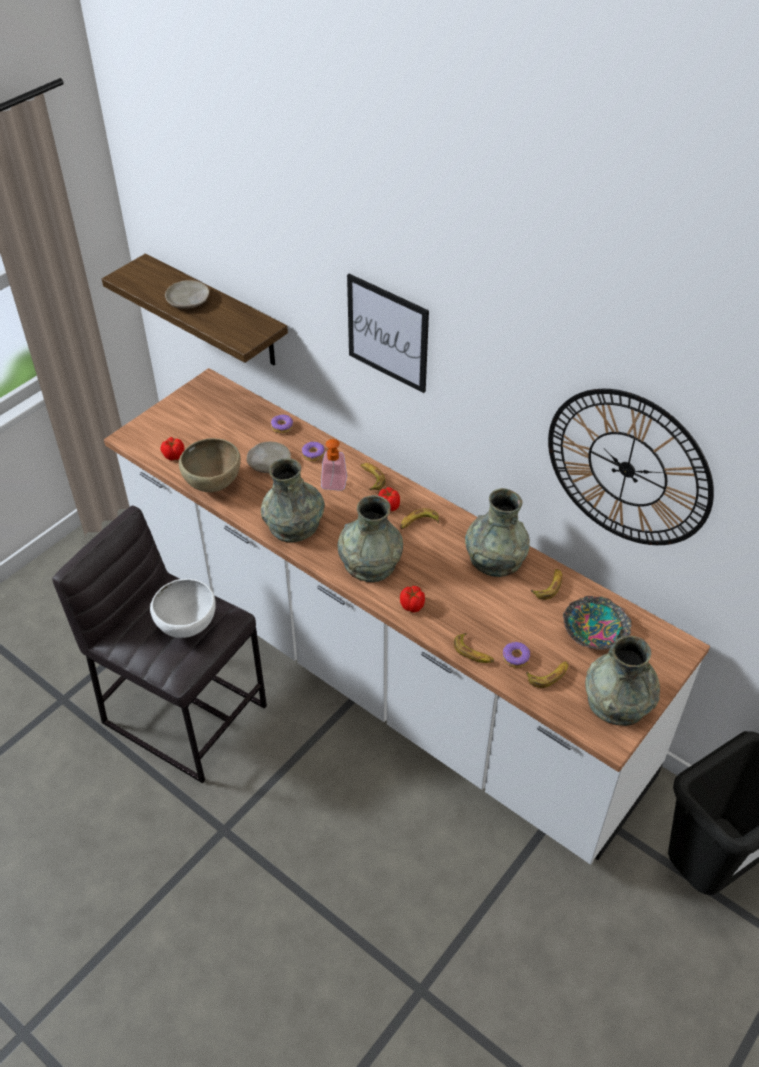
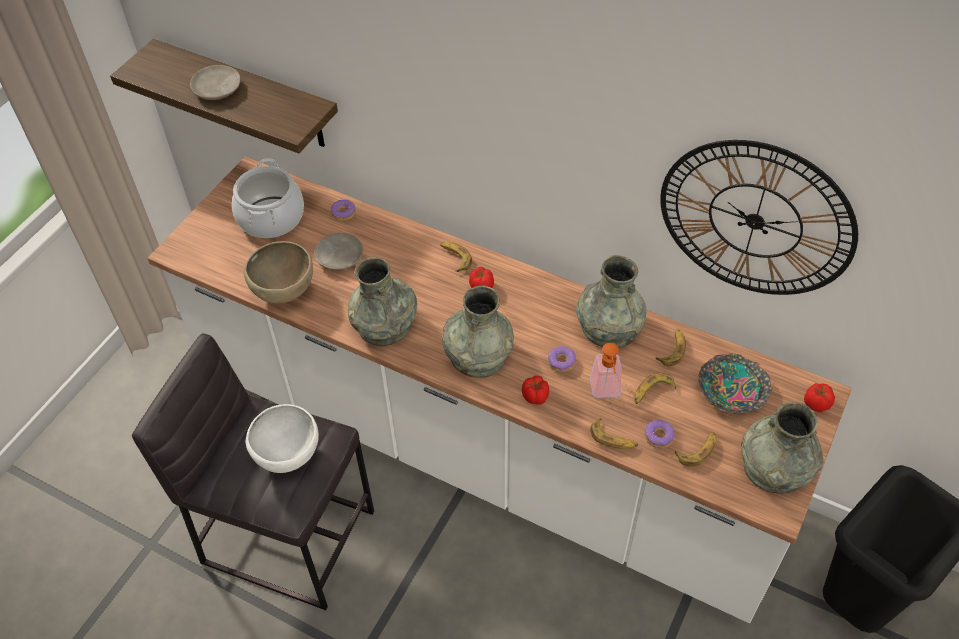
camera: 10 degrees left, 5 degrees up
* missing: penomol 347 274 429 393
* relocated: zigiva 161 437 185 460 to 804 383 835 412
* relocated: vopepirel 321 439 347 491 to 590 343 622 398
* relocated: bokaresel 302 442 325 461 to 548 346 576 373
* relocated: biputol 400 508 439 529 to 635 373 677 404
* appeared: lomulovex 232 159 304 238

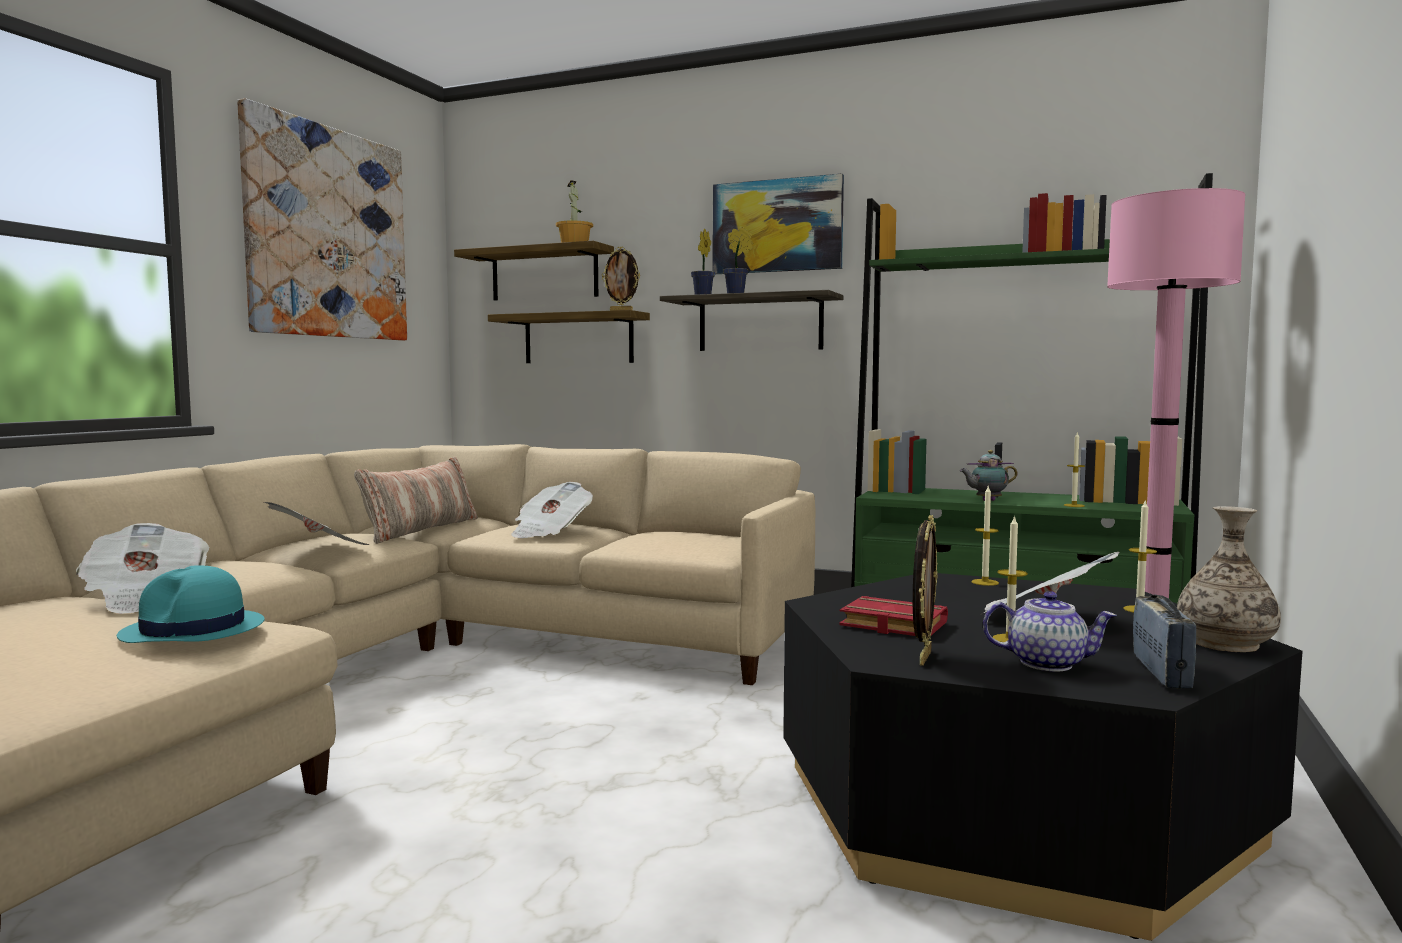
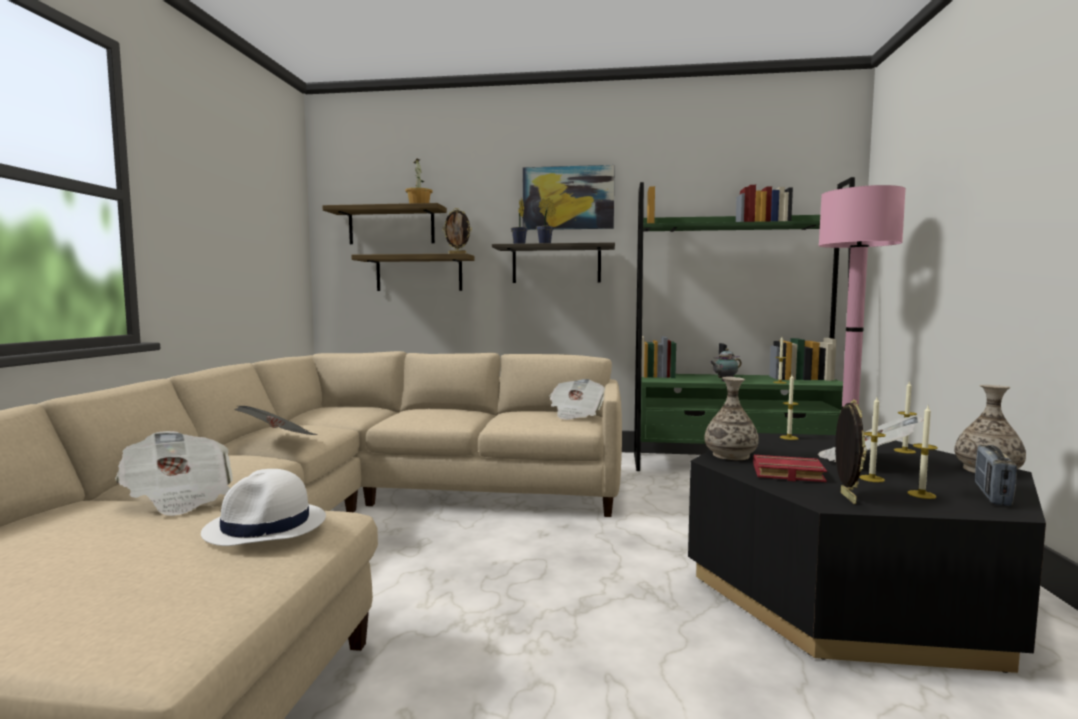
camera: 15 degrees left, 0 degrees up
* missing: penomol 238 98 407 340
* missing: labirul 354 457 478 544
* relocated: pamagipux 511 482 593 538 to 549 379 605 420
* colour: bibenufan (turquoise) 117 565 264 643 to bibenufan (white) 201 469 326 546
* exchanged: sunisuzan 983 591 1117 671 to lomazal 908 406 938 499
* spun: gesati 1133 595 1196 689 = 975 445 1017 506 150 degrees counterclockwise
* appeared: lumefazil 705 377 759 460

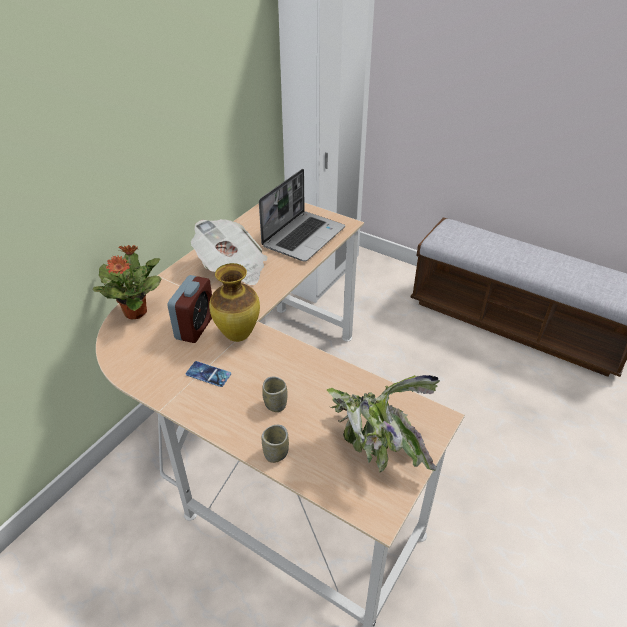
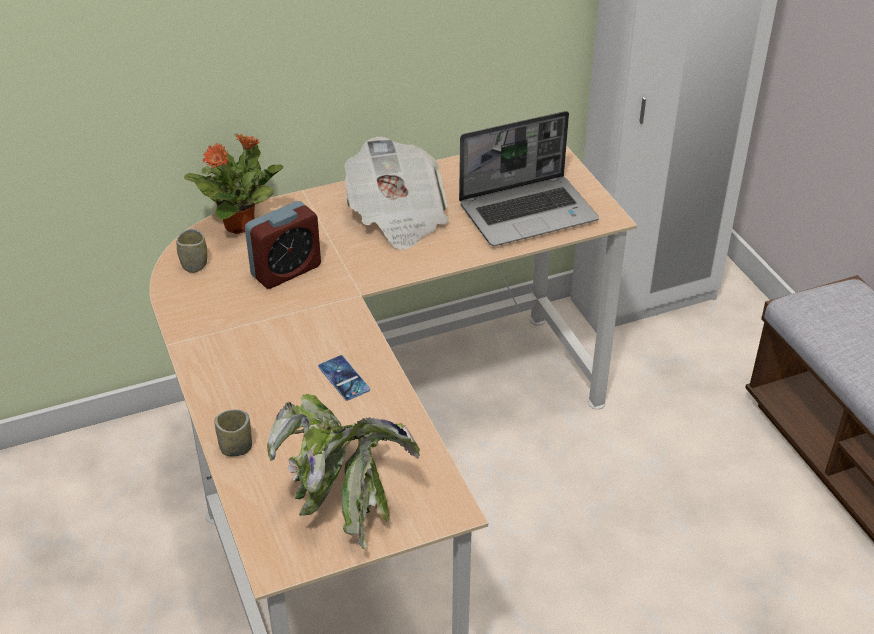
camera: 35 degrees right, 0 degrees up
* missing: lumefazil 209 263 260 342
* relocated: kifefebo 185 361 231 387 to 318 355 370 401
* relocated: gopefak 262 377 288 412 to 177 229 207 273

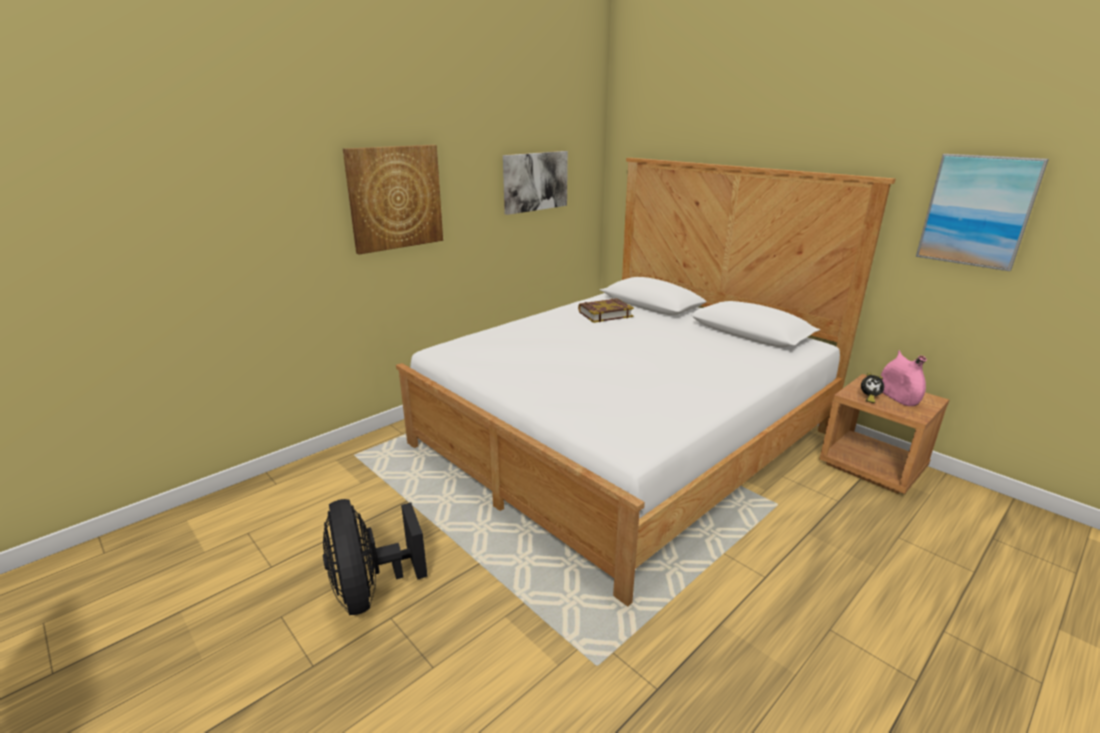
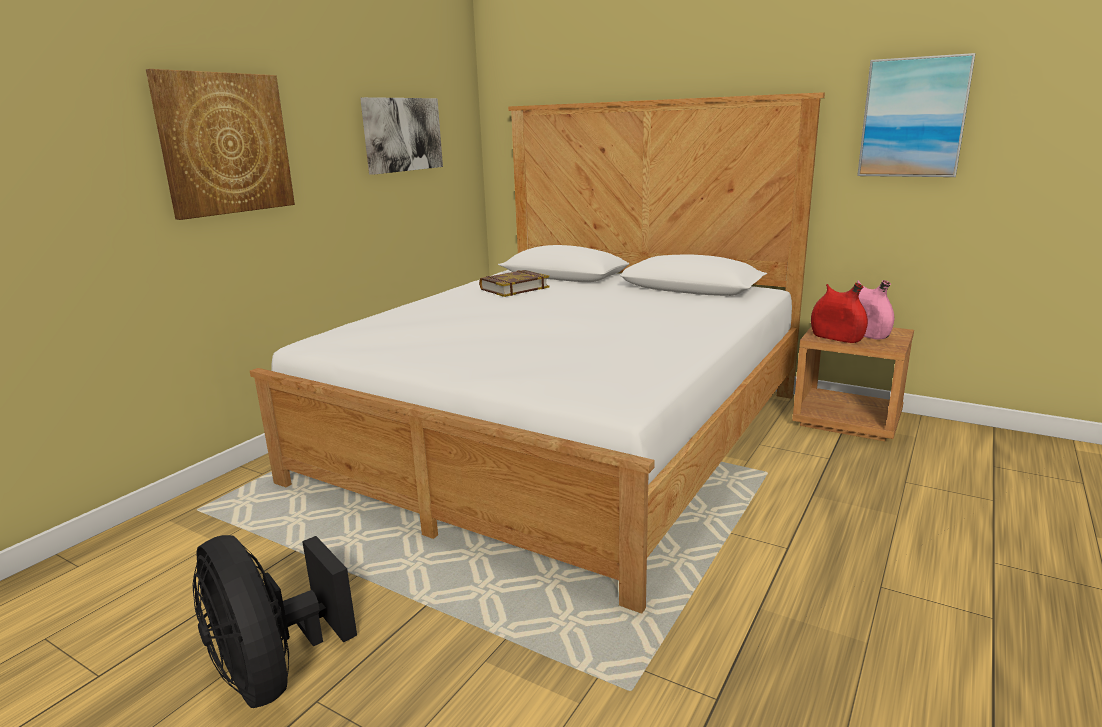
camera: 15 degrees left, 5 degrees down
* exchanged: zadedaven 861 372 884 403 to lumefazil (red) 811 283 868 343

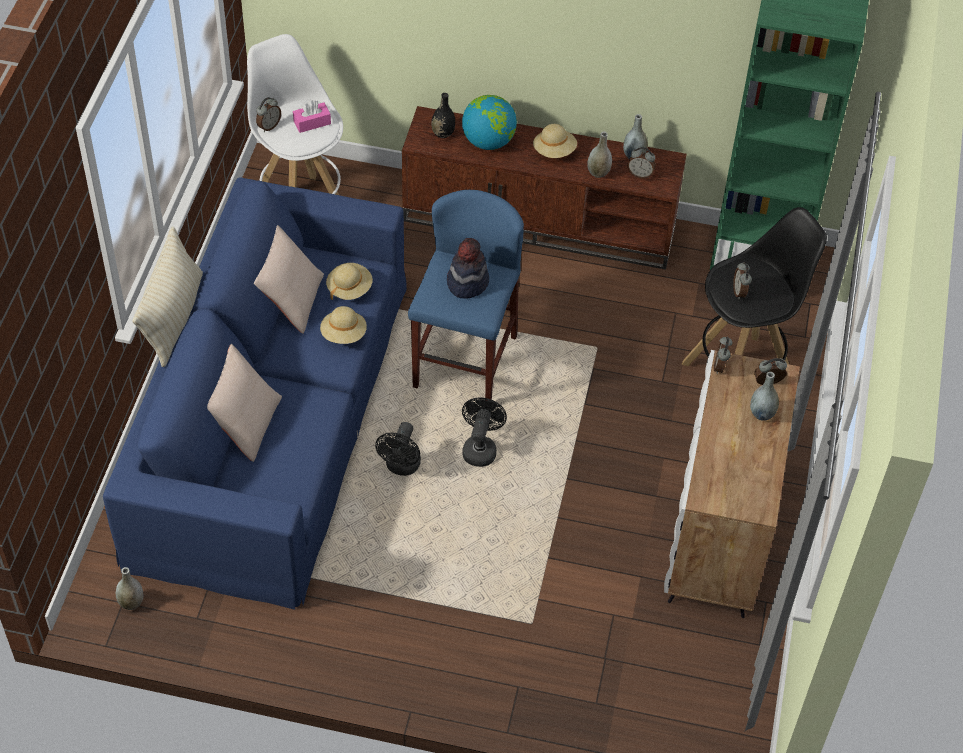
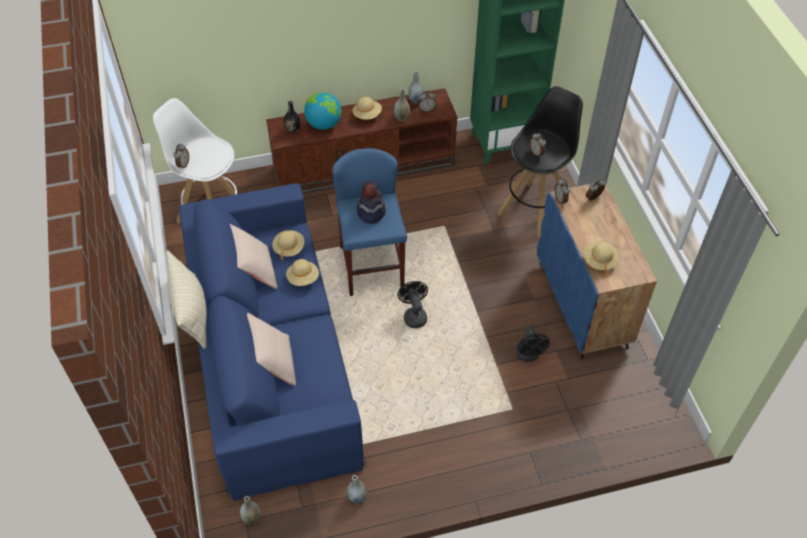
camera: 25 degrees left, 0 degrees up
* missing: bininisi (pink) 293 101 331 133
* colour: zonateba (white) 664 350 800 618 to zonateba (blue) 537 184 657 359
* relocated: lumefazil (grey) 750 372 779 421 to 347 475 367 503
* relocated: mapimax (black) 375 422 421 476 to 515 325 550 362
* appeared: bibenufan (beige) 583 241 619 275

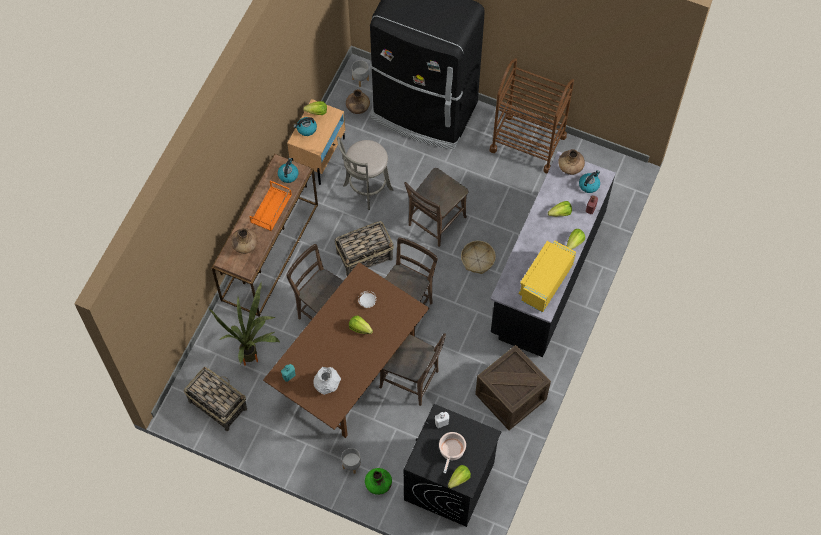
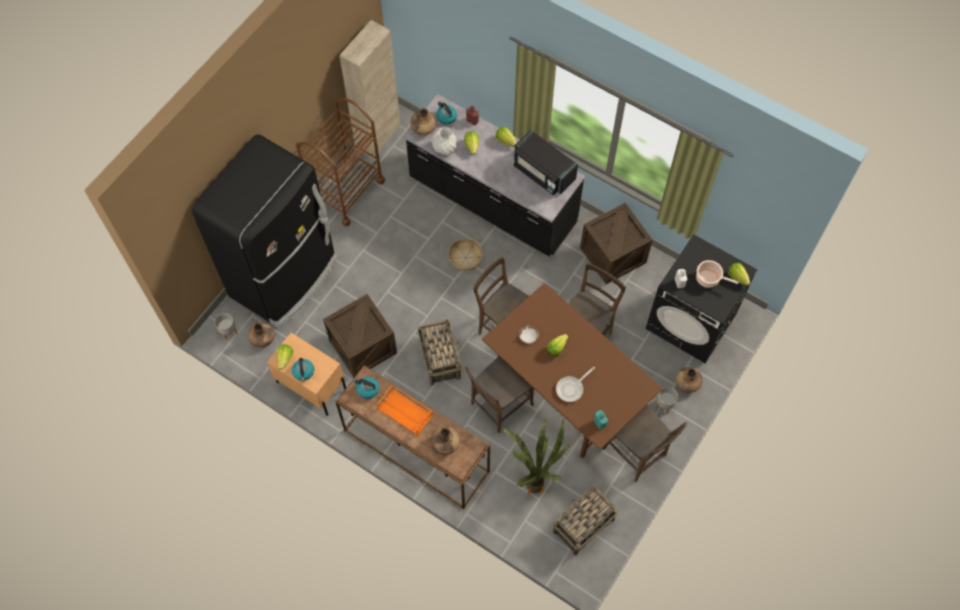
camera: 80 degrees left, 0 degrees up
* exchanged: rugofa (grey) 337 137 393 210 to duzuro 323 294 397 377
* relocated: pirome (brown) 404 168 468 247 to 602 404 687 482
* colour: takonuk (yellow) 518 240 576 313 to takonuk (black) 514 130 578 196
* relocated: lumefazil (white) 314 367 341 395 to 432 127 457 155
* colour: lumefazil (green) 365 468 392 495 to lumefazil (brown) 676 367 703 392
* appeared: zonateba (beige) 339 20 401 159
* appeared: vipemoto 556 367 595 402

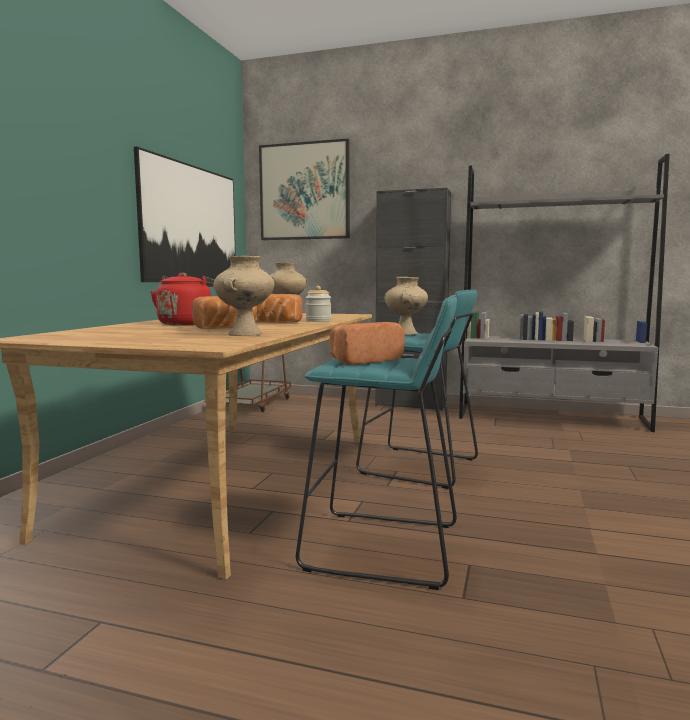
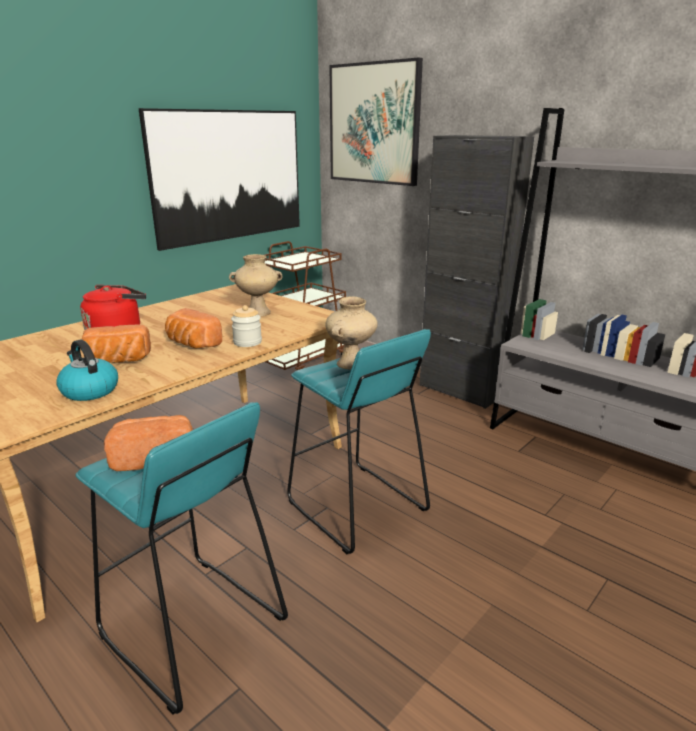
camera: 25 degrees right, 15 degrees up
* exchanged: lumefazil (beige) 213 256 274 336 to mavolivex 56 340 118 401

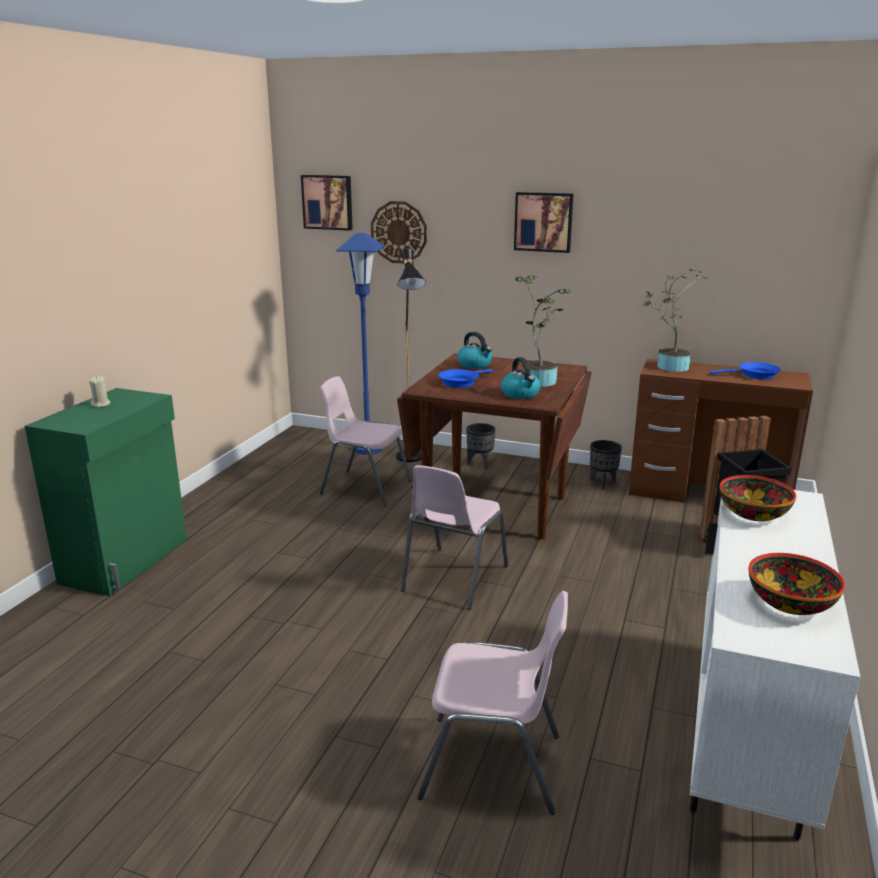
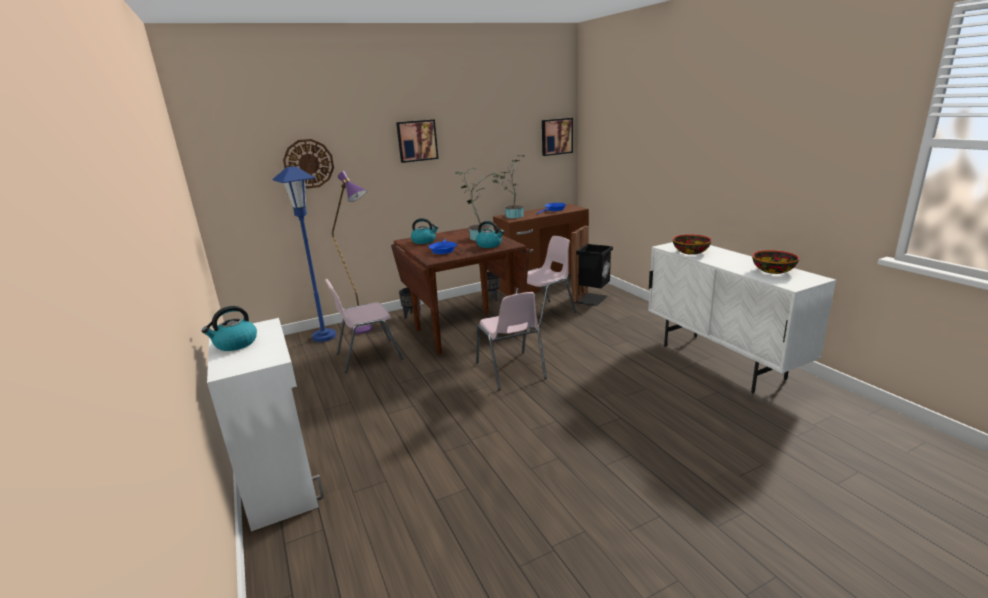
camera: 45 degrees left, 0 degrees up
* relocated: penomol 301 175 353 231 to 542 118 573 156
* colour: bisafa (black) 396 248 426 462 to bisafa (purple) 332 171 373 334
* exchanged: lomazal (beige) 89 376 111 407 to mavolivex 201 306 257 351
* colour: zonateba (green) 25 388 187 596 to zonateba (white) 207 318 324 531
* relocated: pirome (pink) 417 591 568 815 to 516 236 576 326

